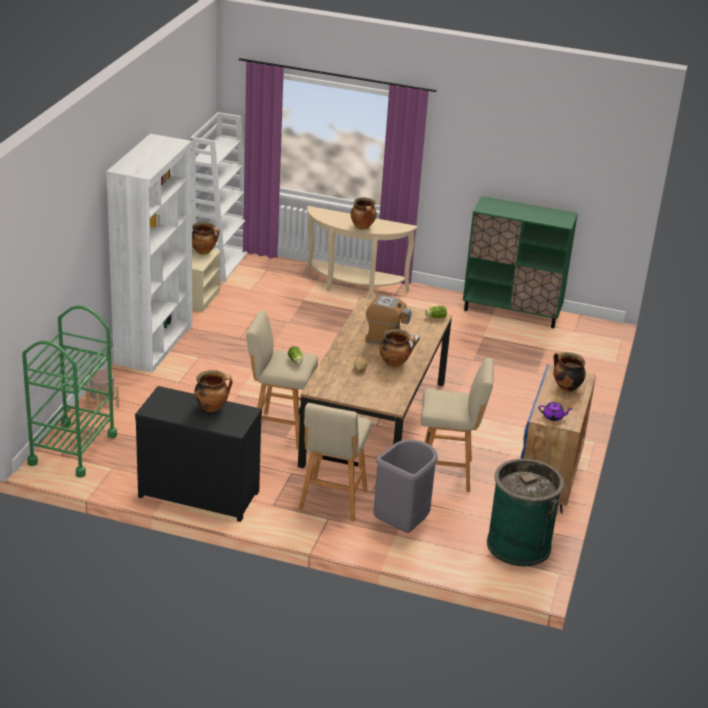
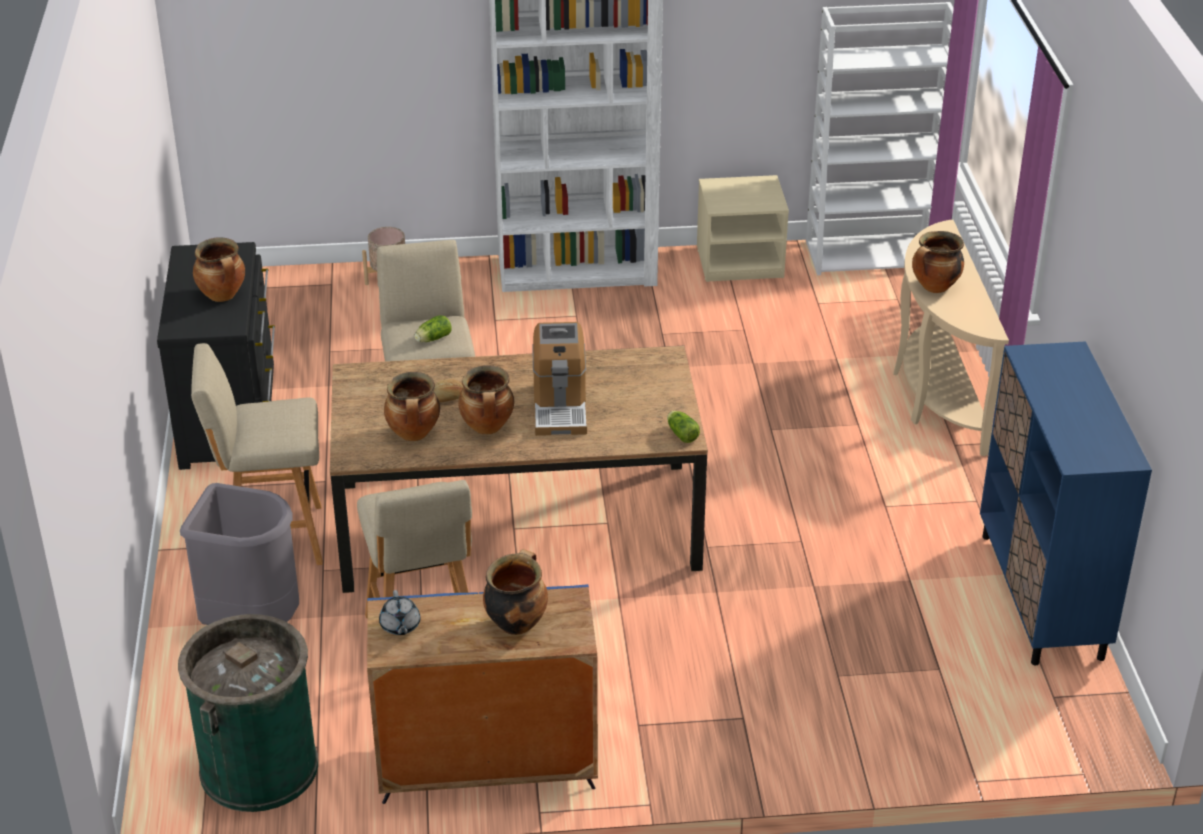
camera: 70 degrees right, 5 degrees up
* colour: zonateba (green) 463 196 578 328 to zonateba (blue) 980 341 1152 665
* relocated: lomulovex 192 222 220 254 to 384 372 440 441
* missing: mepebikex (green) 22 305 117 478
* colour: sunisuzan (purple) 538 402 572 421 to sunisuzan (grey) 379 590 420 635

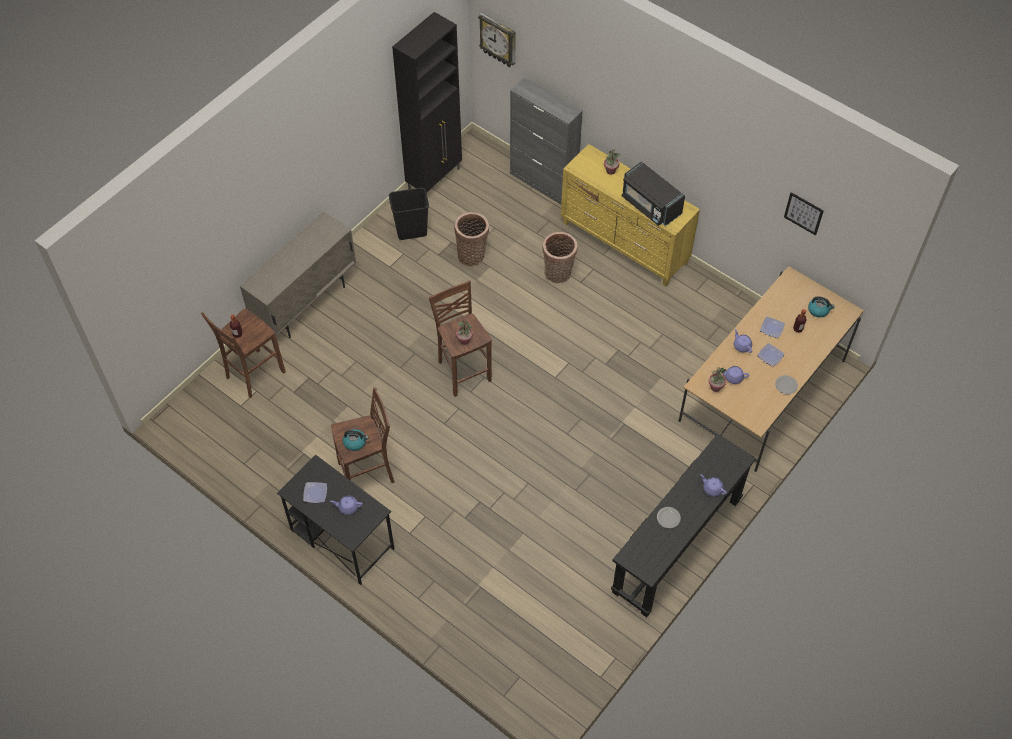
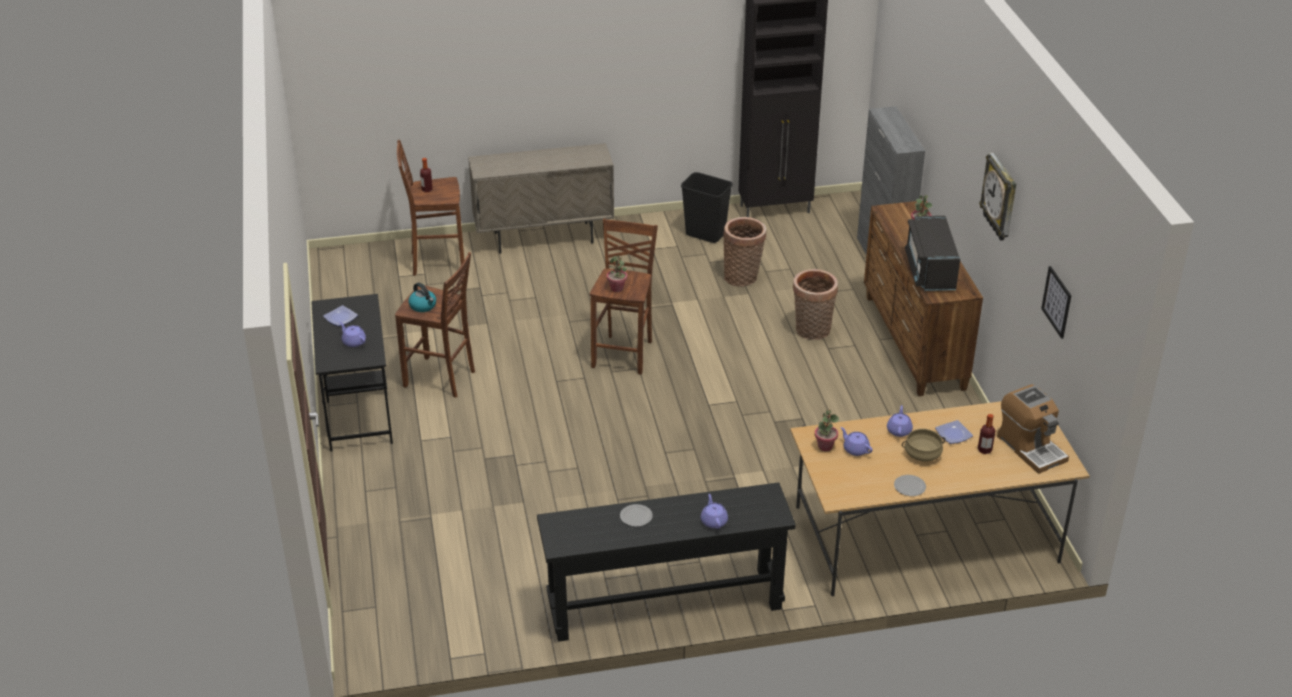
camera: 40 degrees right, 20 degrees down
* relocated: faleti 478 13 516 67 to 979 153 1016 241
* colour: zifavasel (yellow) 561 144 700 286 to zifavasel (brown) 864 200 983 396
* exchanged: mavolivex 808 297 835 318 to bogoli 997 384 1069 474
* exchanged: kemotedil 757 343 784 366 to lomulovex (beige) 902 429 945 461

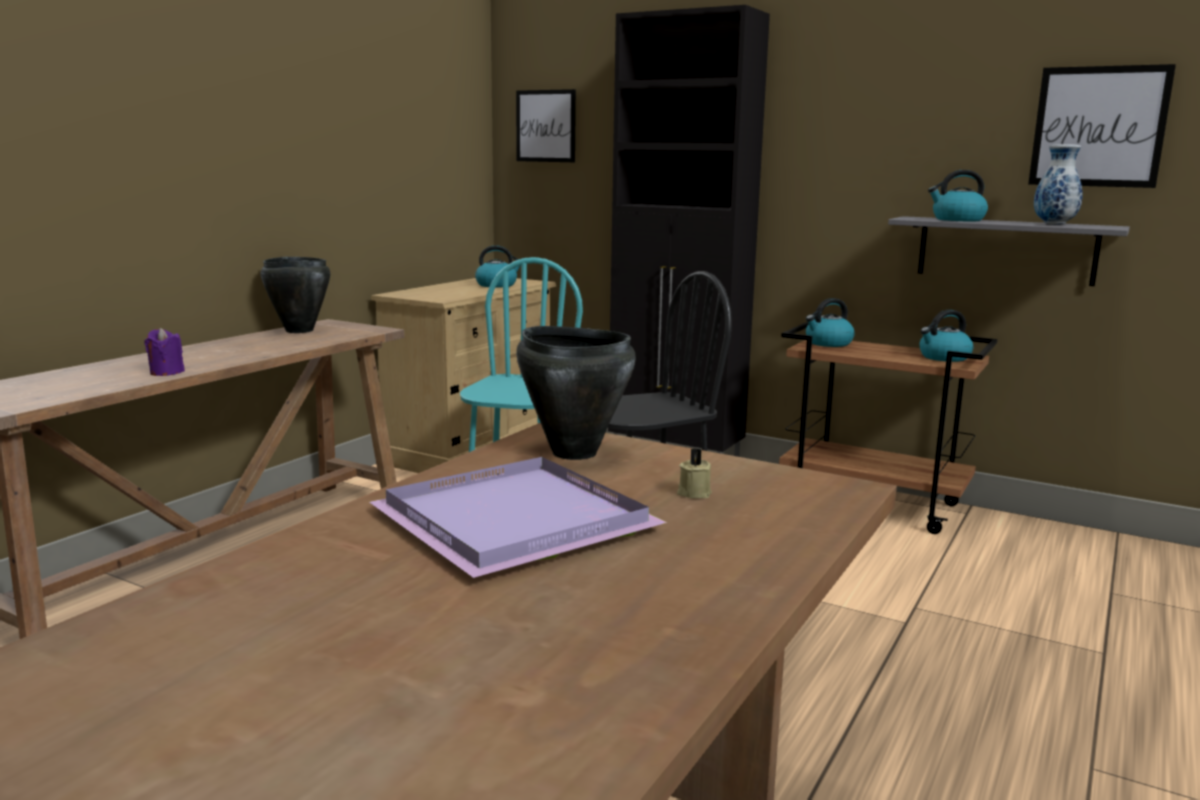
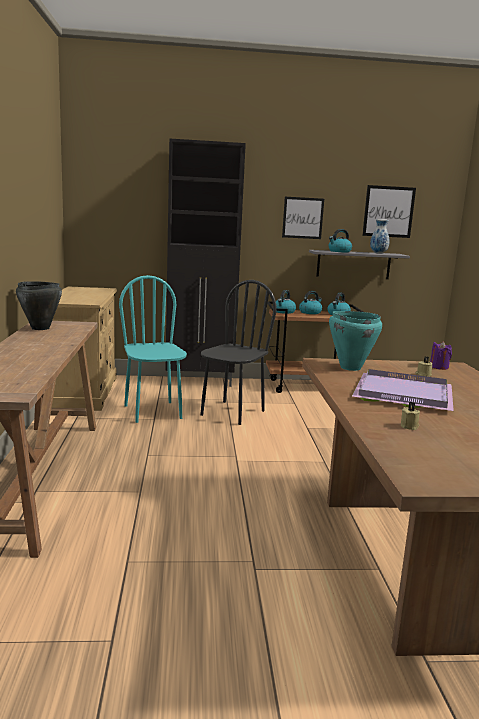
camera: 35 degrees left, 0 degrees up
* relocated: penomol 516 89 576 162 to 282 197 324 239
* relocated: mavolivex 475 245 521 288 to 299 291 322 314
* colour: lomulovex (black) 516 326 636 460 to lomulovex (turquoise) 329 311 382 371
* relocated: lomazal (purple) 144 328 185 376 to 430 341 452 370
* appeared: lomazal (beige) 401 402 420 430

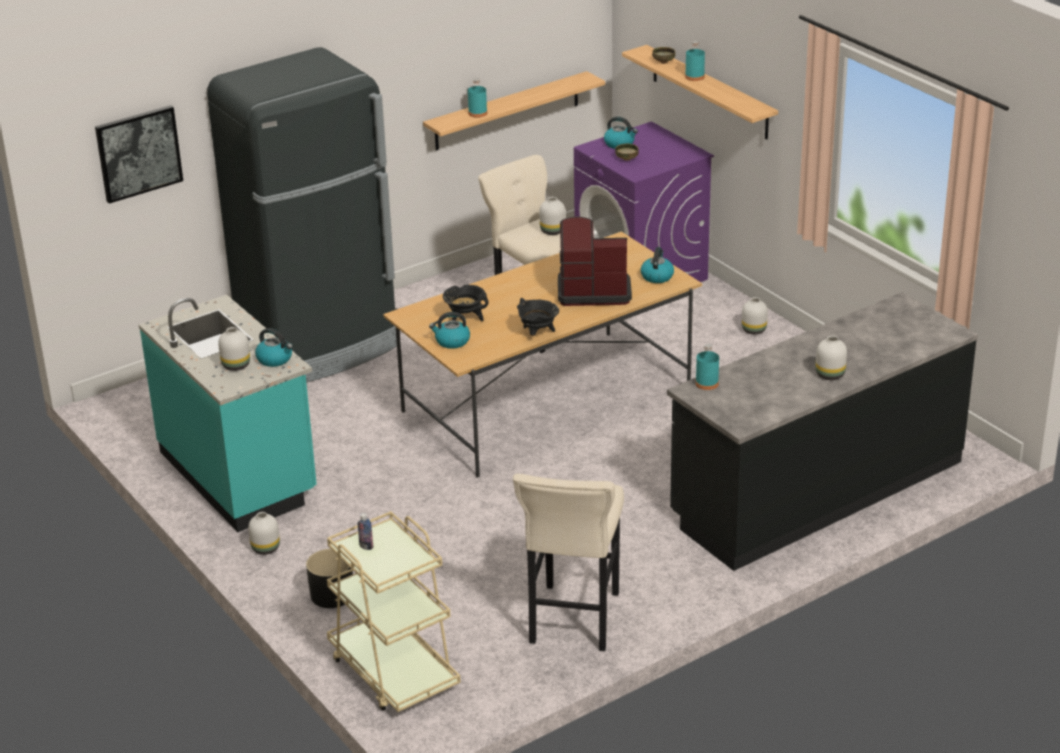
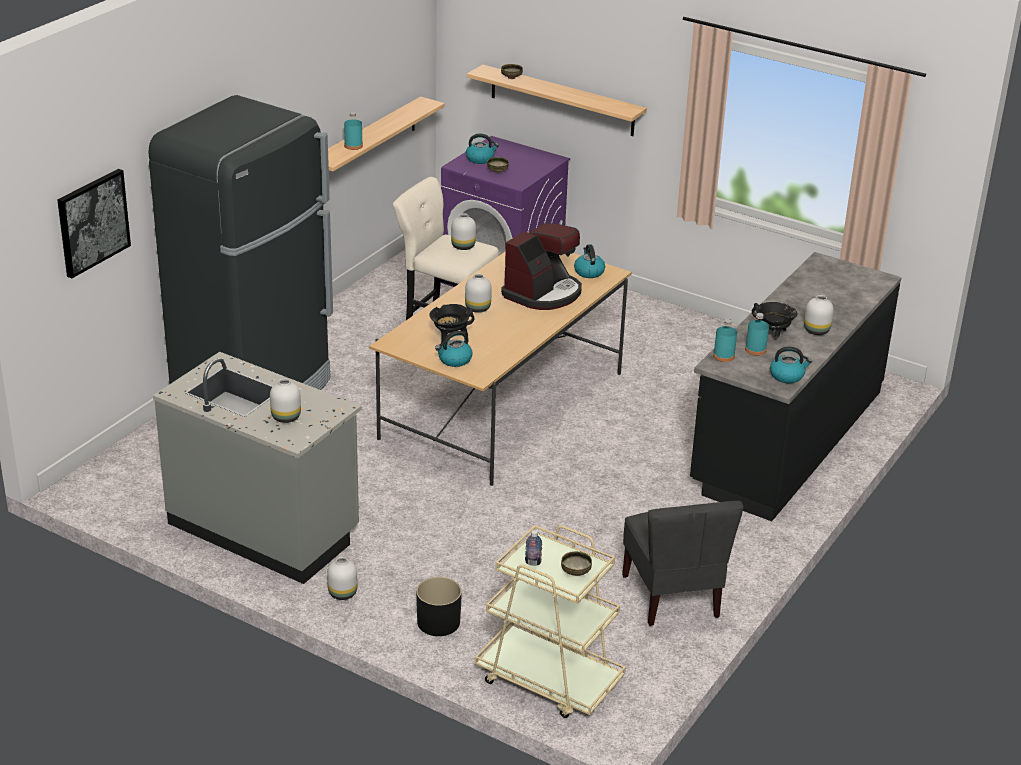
camera: 25 degrees left, 0 degrees up
* relocated: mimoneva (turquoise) 685 41 705 81 to 745 313 769 356
* spun: bogoli 558 217 632 306 = 501 223 582 310 150 degrees clockwise
* colour: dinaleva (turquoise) 139 295 317 532 to dinaleva (grey) 153 352 362 584
* relocated: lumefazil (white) 742 297 768 335 to 465 274 492 313
* relocated: lomulovex (black) 517 298 559 335 to 752 302 797 337
* relocated: mavolivex 255 328 293 367 to 770 347 812 383
* exchanged: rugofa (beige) 513 474 624 651 to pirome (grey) 622 501 743 626
* appeared: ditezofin 561 551 592 576

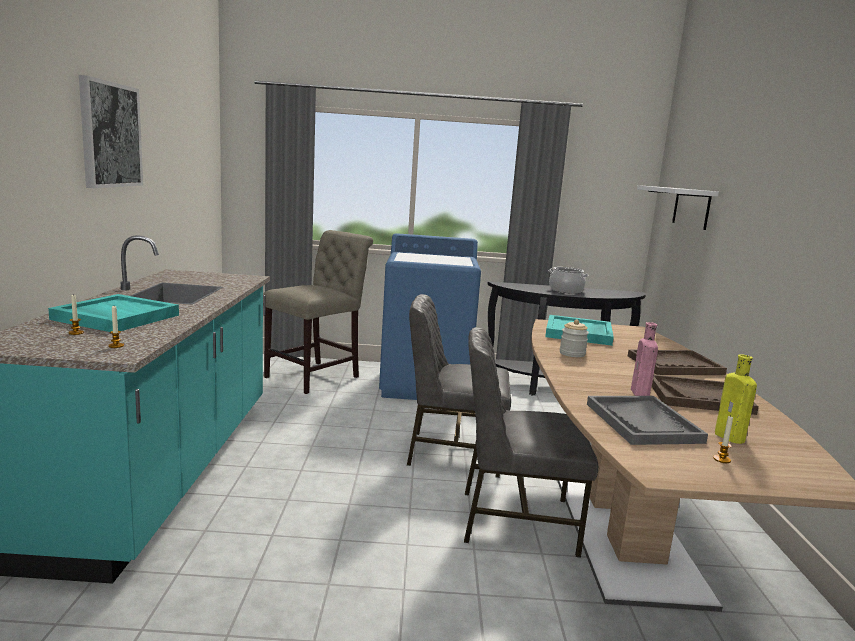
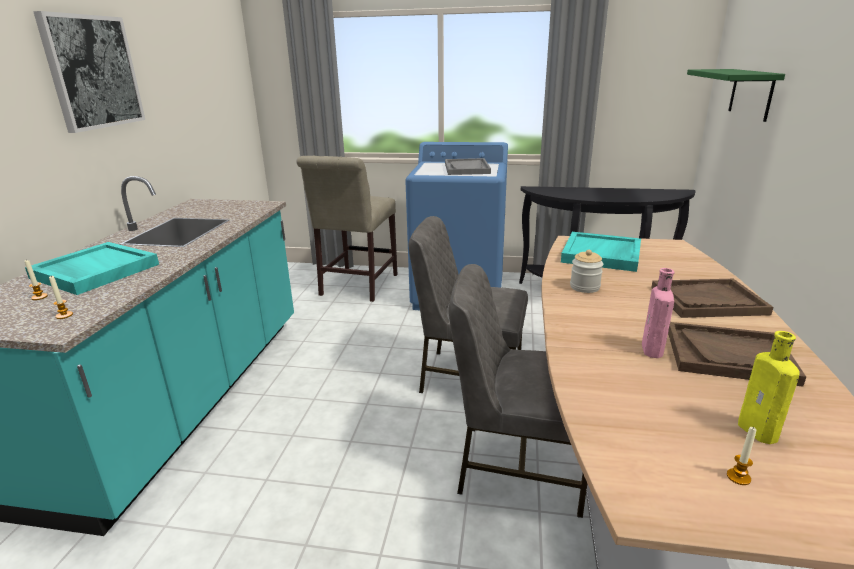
camera: 10 degrees right, 10 degrees up
* colour: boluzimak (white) 637 185 719 230 to boluzimak (green) 687 69 785 122
* spun: pirome (beige) 263 230 373 394 = 296 156 397 302 150 degrees clockwise
* missing: lomulovex 549 267 589 294
* relocated: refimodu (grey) 587 396 708 445 to 445 158 491 175

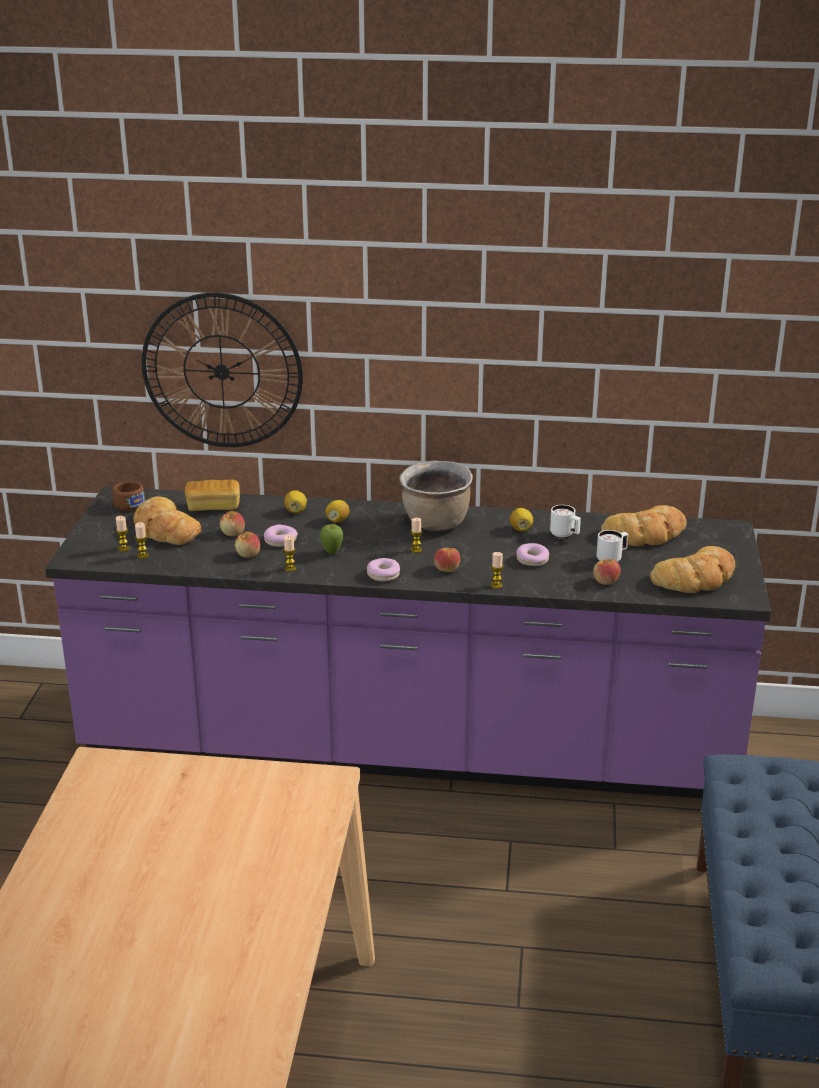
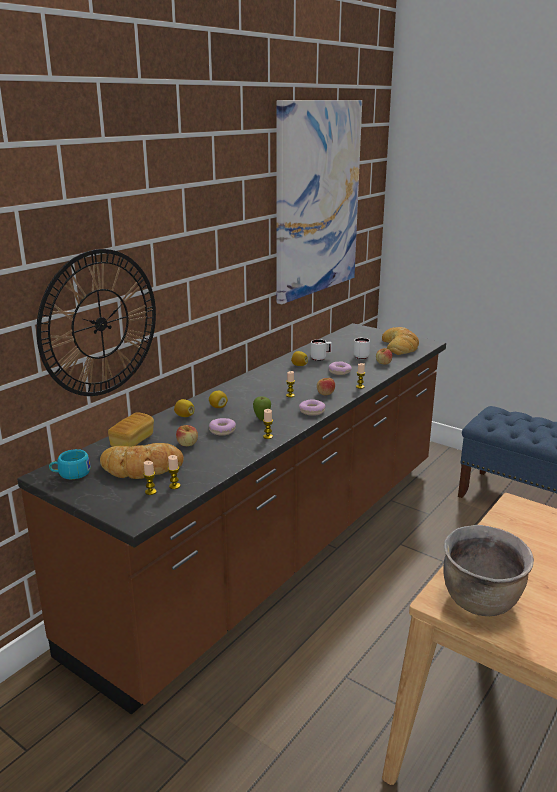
camera: 60 degrees left, 5 degrees down
* relocated: lomulovex (brown) 399 461 473 531 to 443 525 534 616
* colour: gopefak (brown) 113 481 145 511 to gopefak (turquoise) 49 449 91 479
* colour: dinaleva (purple) 45 487 771 798 to dinaleva (brown) 17 323 446 715
* missing: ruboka 601 505 687 546
* missing: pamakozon 235 532 260 558
* appeared: penomol 276 100 362 304

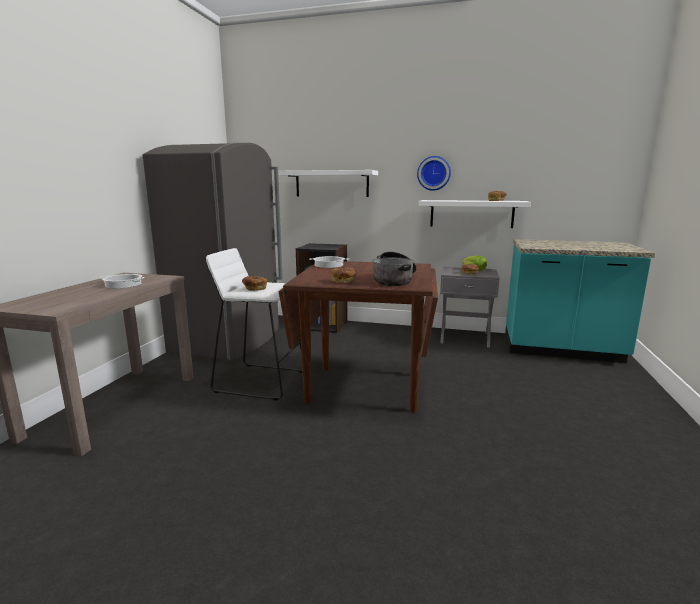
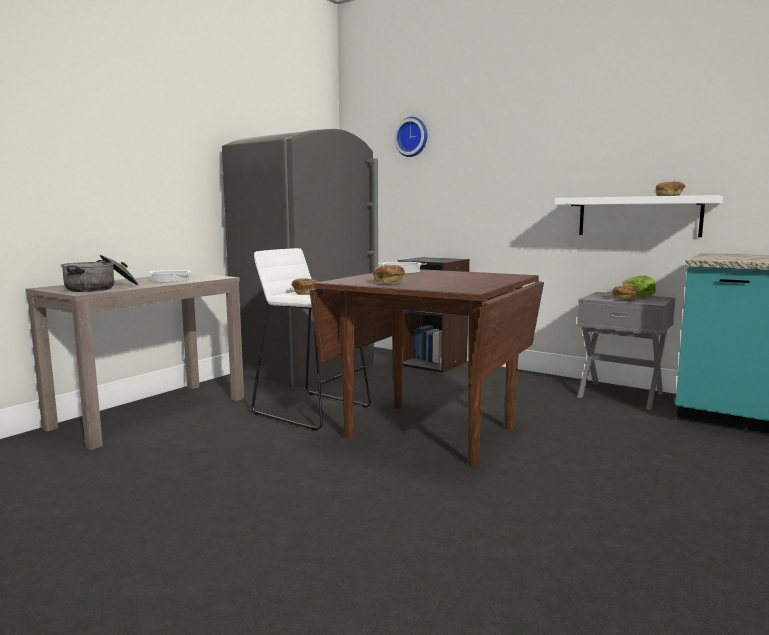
camera: 20 degrees right, 5 degrees down
* relocated: faleti 417 156 451 191 to 394 117 427 157
* missing: boluzimak (white) 278 170 378 197
* relocated: lomulovex 372 252 417 286 to 61 255 138 292

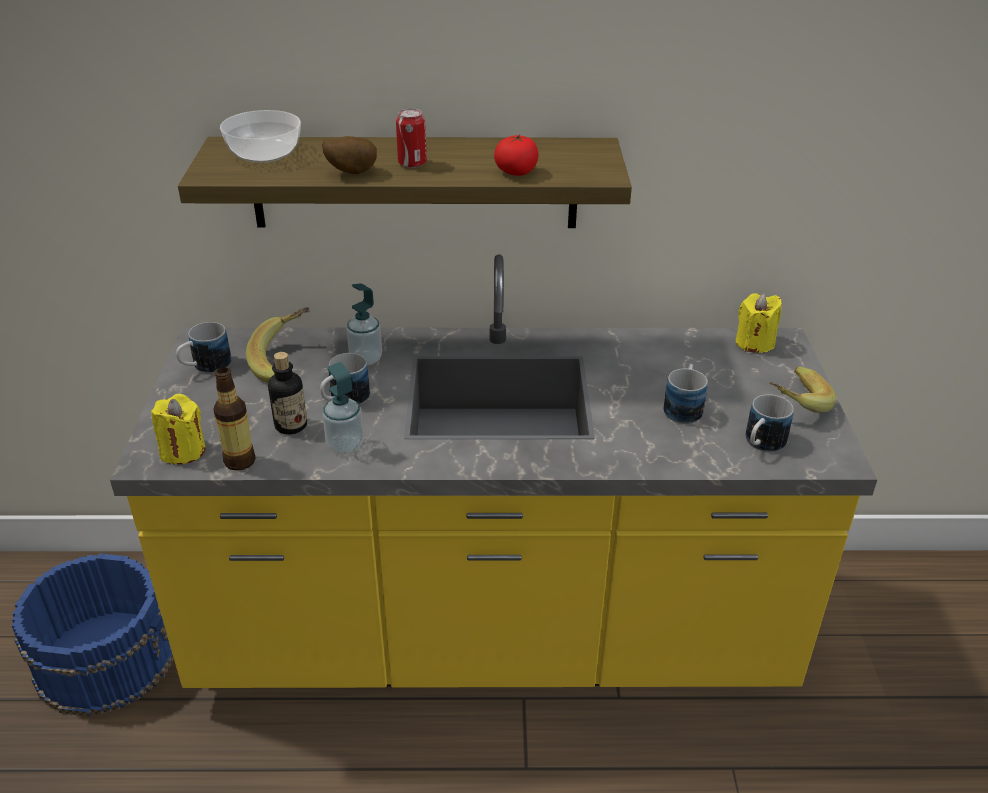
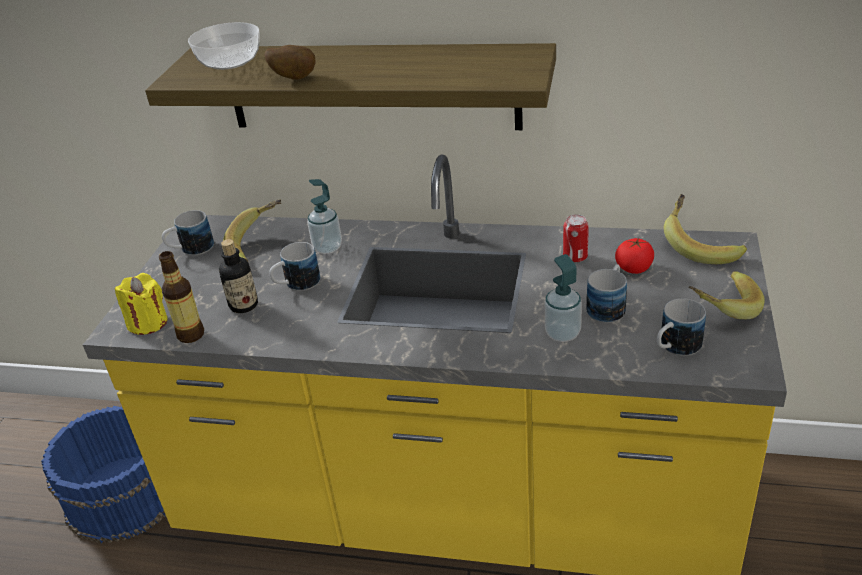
camera: 15 degrees right, 0 degrees up
* relocated: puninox 396 109 427 168 to 563 214 589 262
* relocated: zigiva 494 135 538 176 to 615 238 654 274
* exchanged: lomazal (yellow) 736 293 782 353 to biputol 664 194 747 264
* relocated: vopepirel 323 362 364 454 to 545 254 582 342

